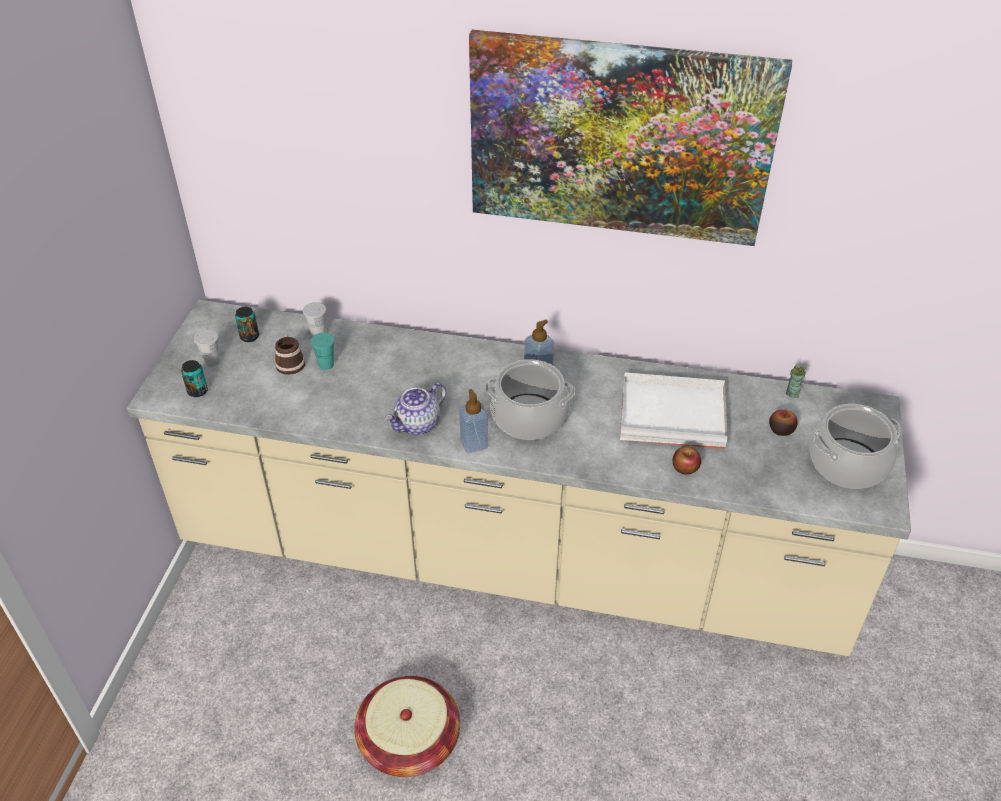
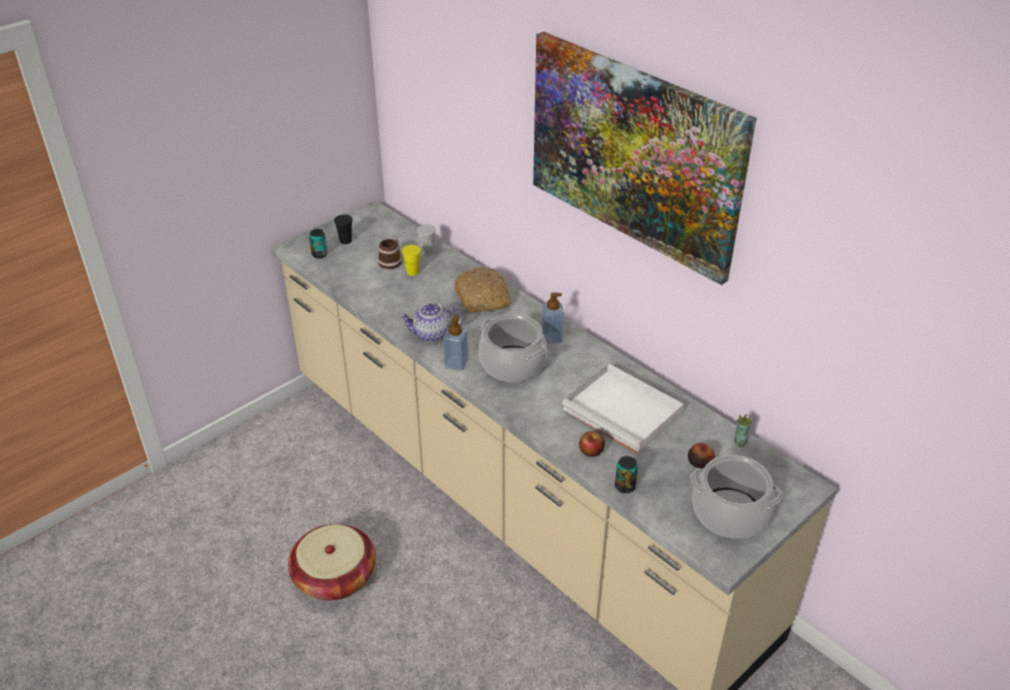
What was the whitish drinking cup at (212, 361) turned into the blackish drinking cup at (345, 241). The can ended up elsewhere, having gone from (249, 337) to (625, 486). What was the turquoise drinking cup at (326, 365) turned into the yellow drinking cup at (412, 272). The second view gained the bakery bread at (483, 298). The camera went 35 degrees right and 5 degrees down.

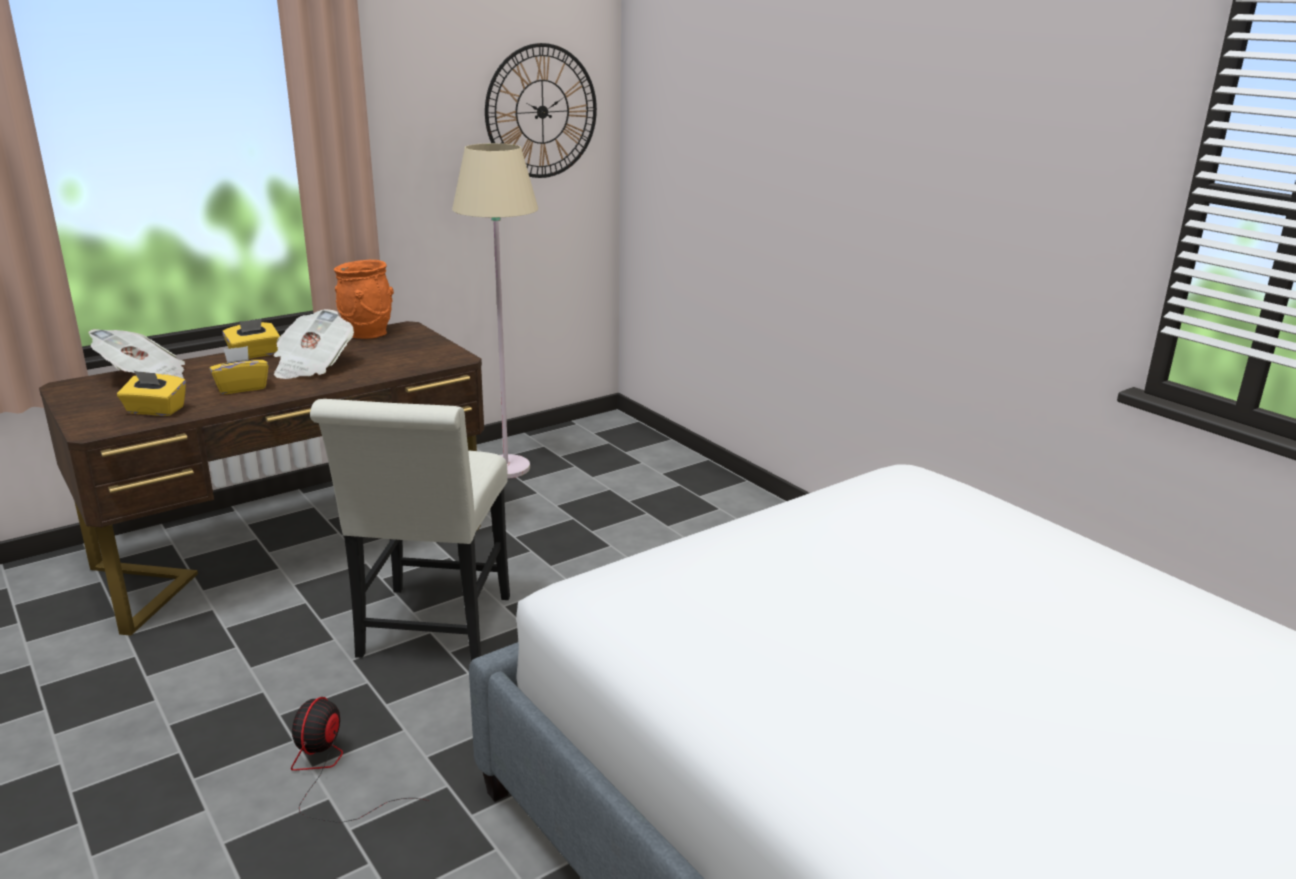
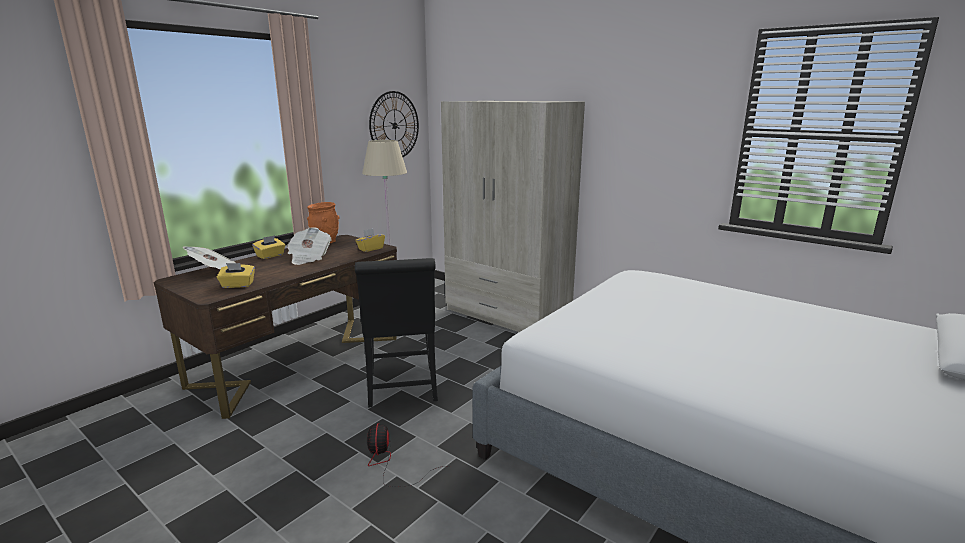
The yellow tissue box ended up elsewhere, having gone from (241, 388) to (370, 249). What was the whitish chair at (431, 633) turned into the blackish chair at (402, 390). The second view gained the beige-coloured armoire at (507, 314). The camera went 15 degrees left and 5 degrees down.

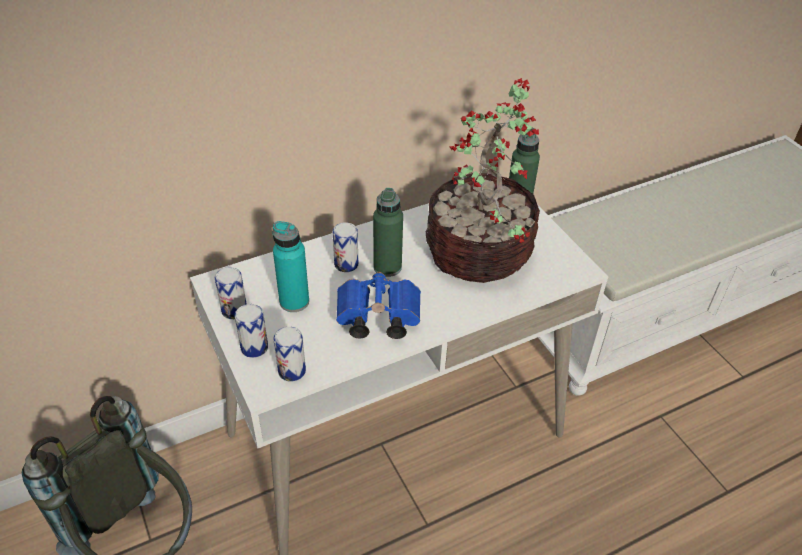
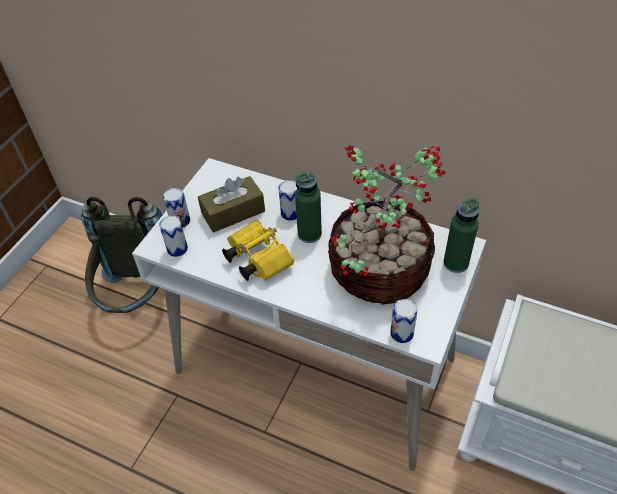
The can ended up elsewhere, having gone from (234, 310) to (401, 333). Where the turquoise drink bottle stood at (294, 301), the brownish tissue box came to stand at (233, 212). What was the blue-coloured binoculars at (375, 319) turned into the yellow binoculars at (256, 258). The camera went 55 degrees right and 5 degrees up.

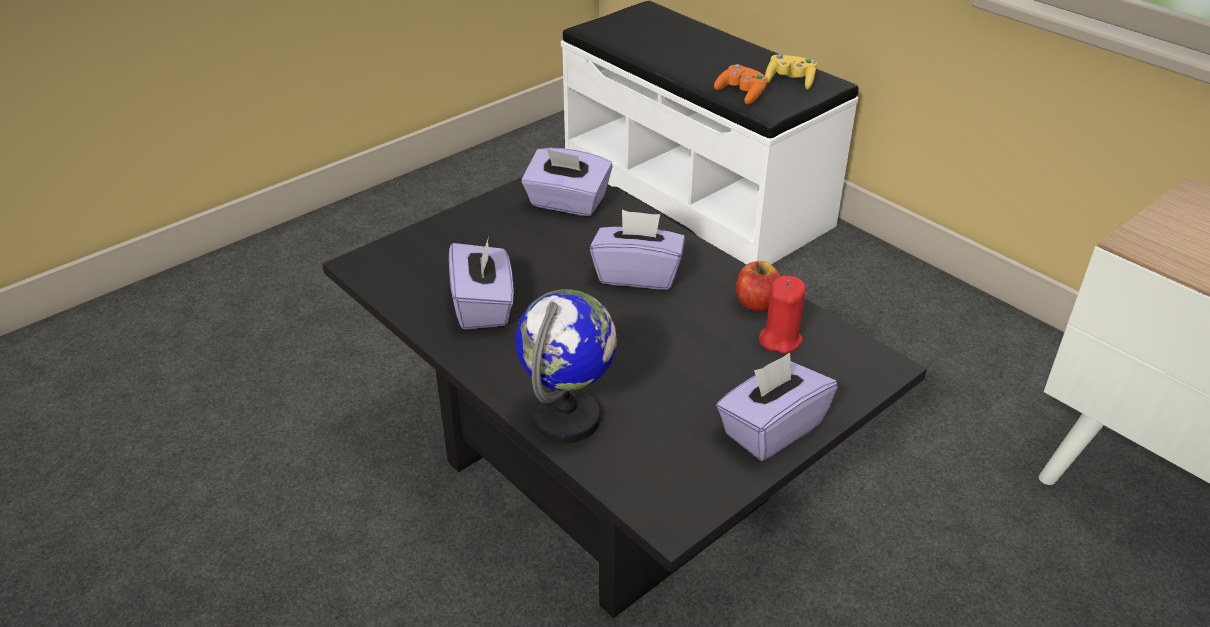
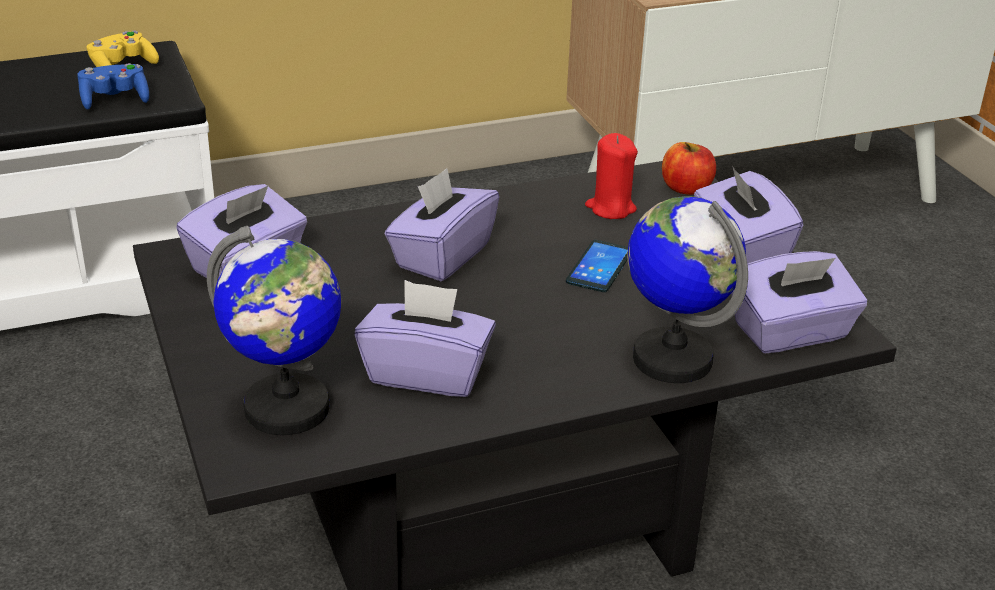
What was the orange gamepad at (741, 94) turned into the blue-coloured gamepad at (115, 100). The apple fruit ended up elsewhere, having gone from (757, 303) to (686, 188). The second view gained the world globe at (287, 409). The second view gained the telephone at (599, 267). The second view gained the purple-coloured tissue box at (791, 333). The camera went 70 degrees left and 5 degrees down.

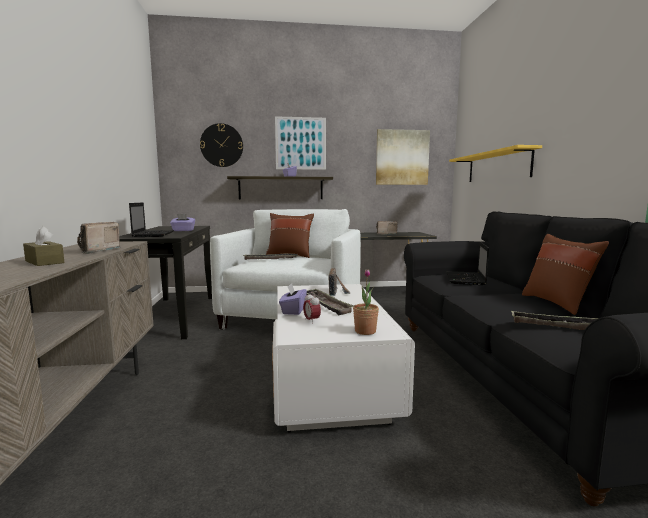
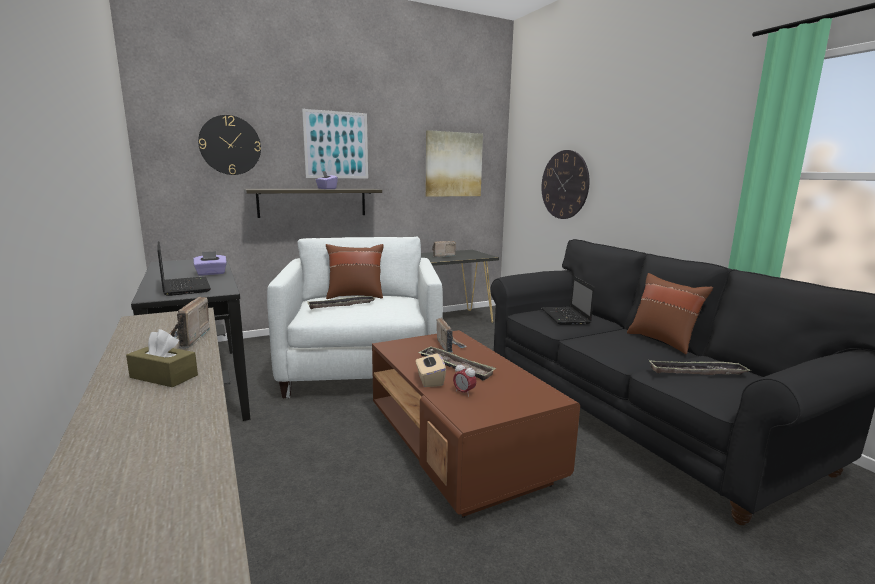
What was the whitish coffee table at (329, 378) turned into the brownish coffee table at (459, 444). What was the purple-coloured tissue box at (293, 310) turned into the beige-coloured tissue box at (429, 380). The second view lost the plant in a pot at (365, 331). Where the yellow bracket shelf hung at (497, 166), the wall clock came to hang at (564, 185). The camera went 20 degrees left and 5 degrees up.

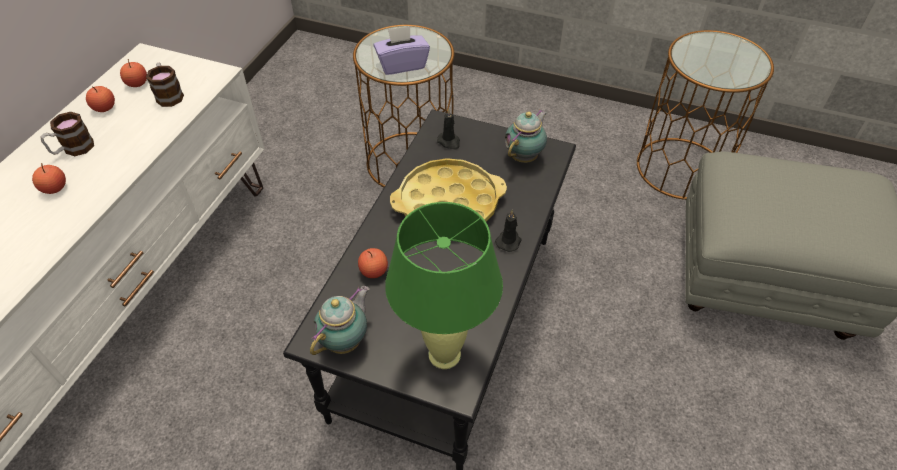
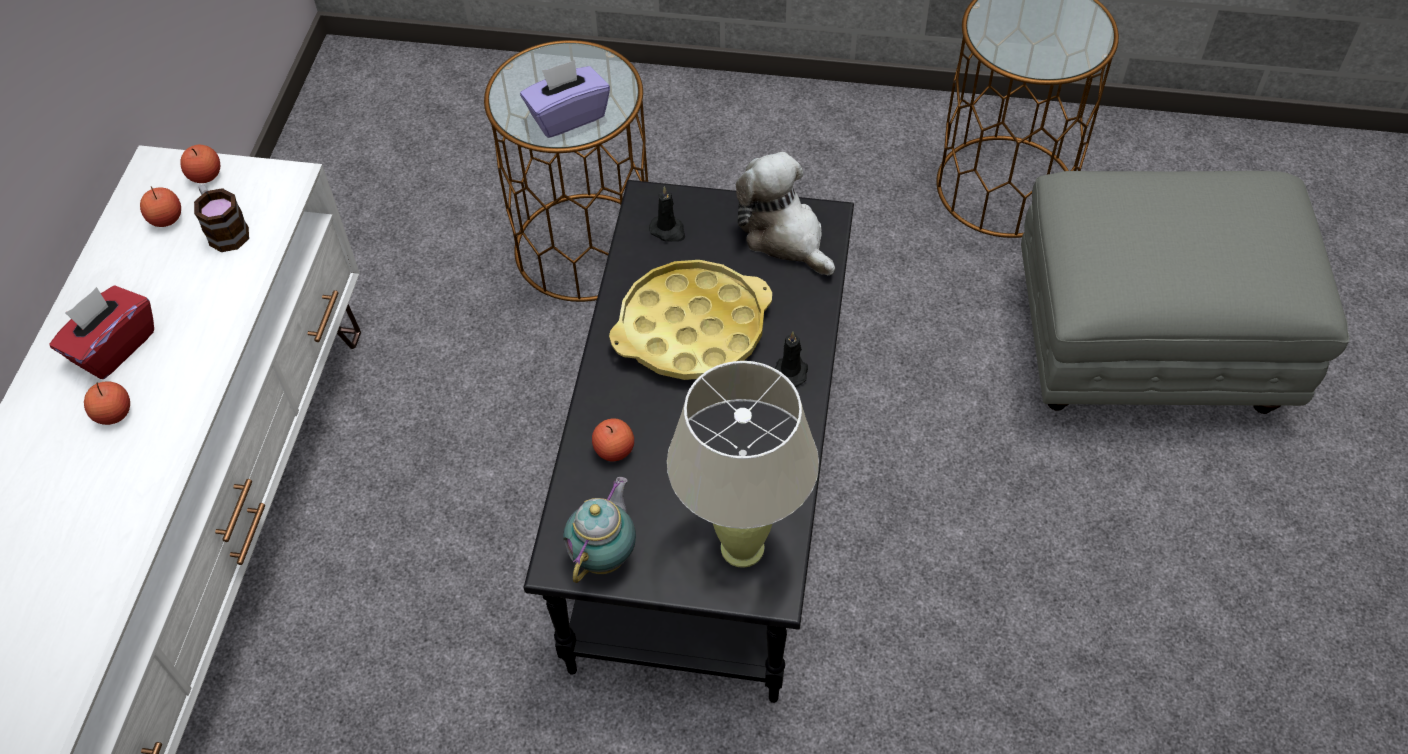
Where the mug stood at (73, 149), the red tissue box came to stand at (113, 347). The apple fruit ended up elsewhere, having gone from (104, 108) to (205, 175). What was the greenish tabletop lamp at (444, 355) turned into the beige-coloured tabletop lamp at (742, 548). Where the teapot stood at (525, 156), the cuddly toy came to stand at (784, 235). The camera went 10 degrees left and 5 degrees up.

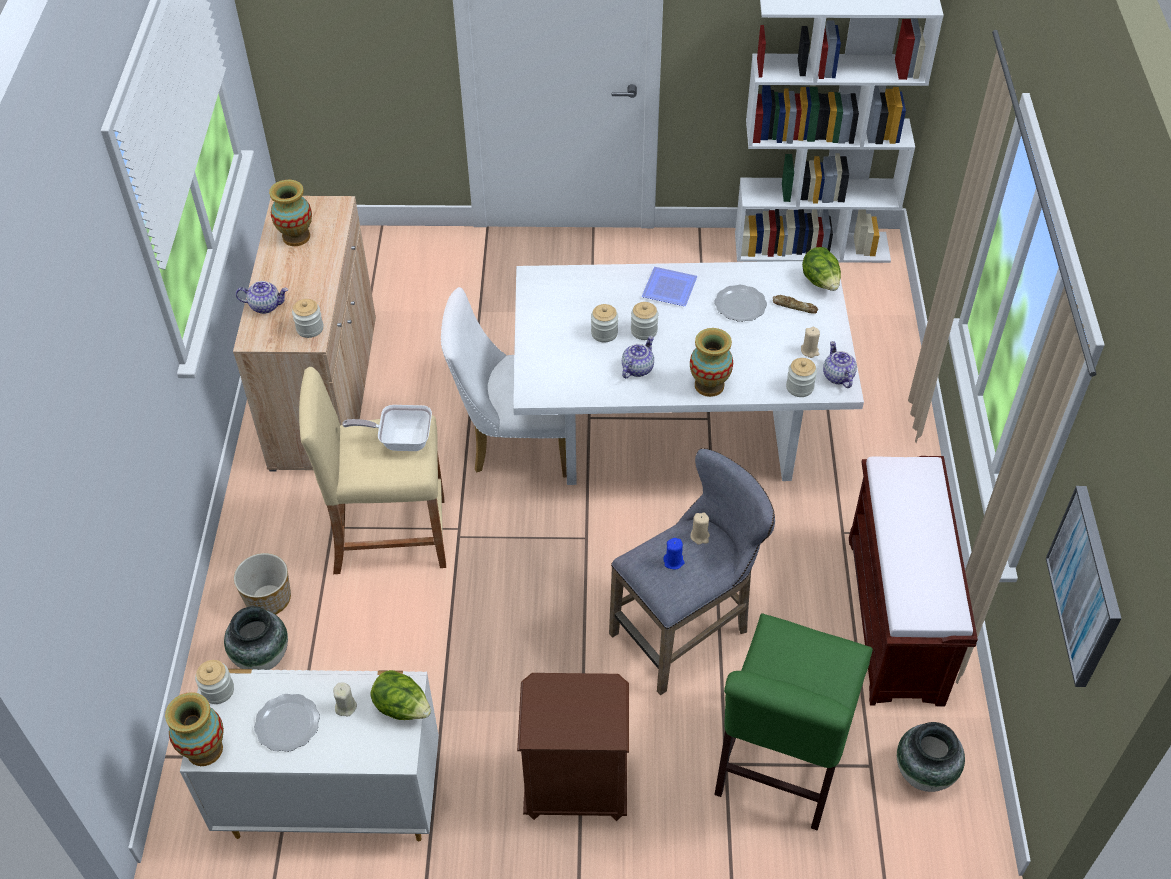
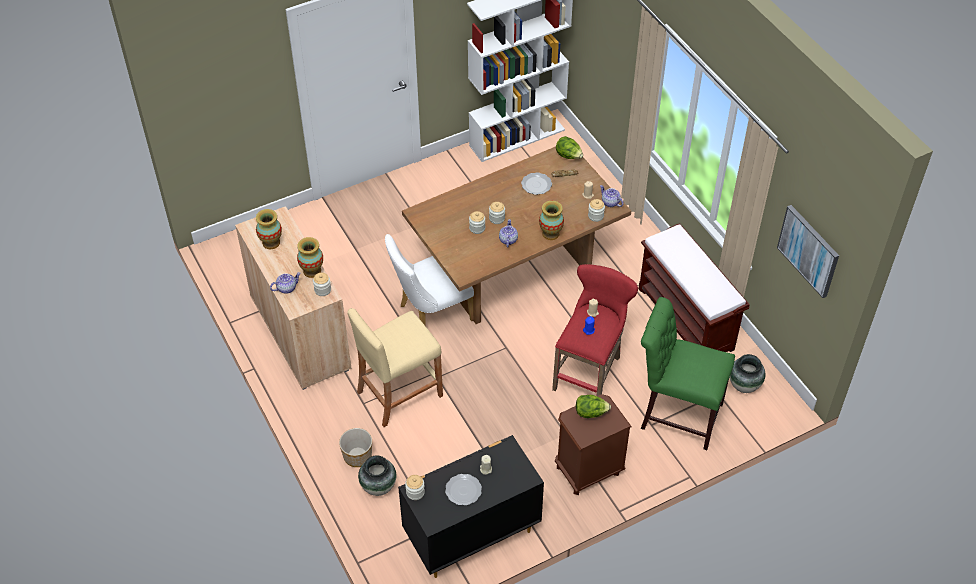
The flower vase ended up elsewhere, having gone from (205, 749) to (312, 271). What was the whitish drawer chest at (331, 801) turned into the blackish drawer chest at (471, 536). The second view lost the frying pan at (400, 440). The lettuce ended up elsewhere, having gone from (402, 708) to (591, 413). What was the whitish dining table at (674, 436) turned into the brownish dining table at (514, 273). What was the grey sitting stool at (687, 631) turned into the red sitting stool at (590, 371). The second view lost the dinner plate at (670, 290). The greenish chair at (778, 766) ended up facing another way, 120 degrees clockwise from before. The camera went 30 degrees left and 0 degrees up.

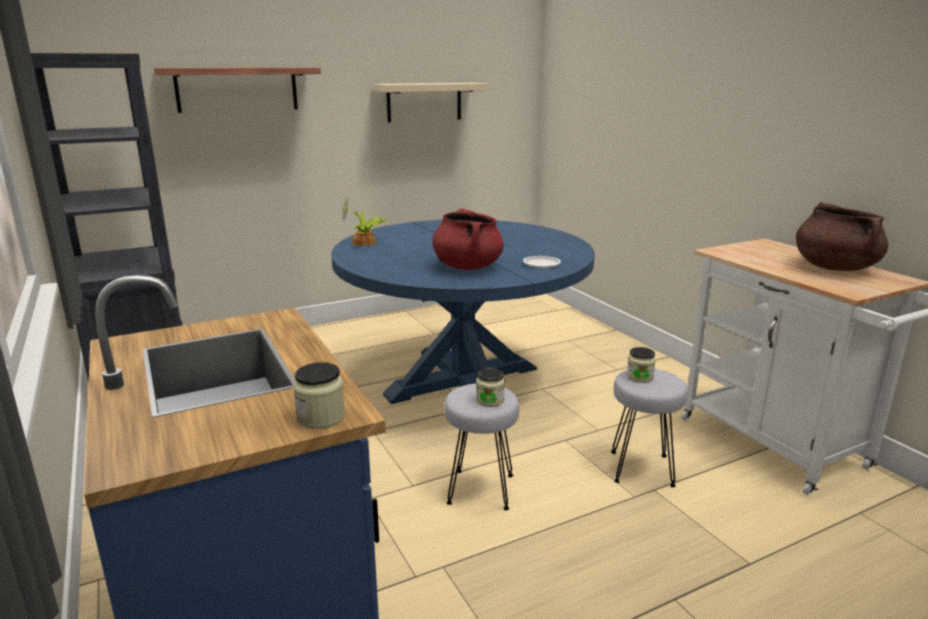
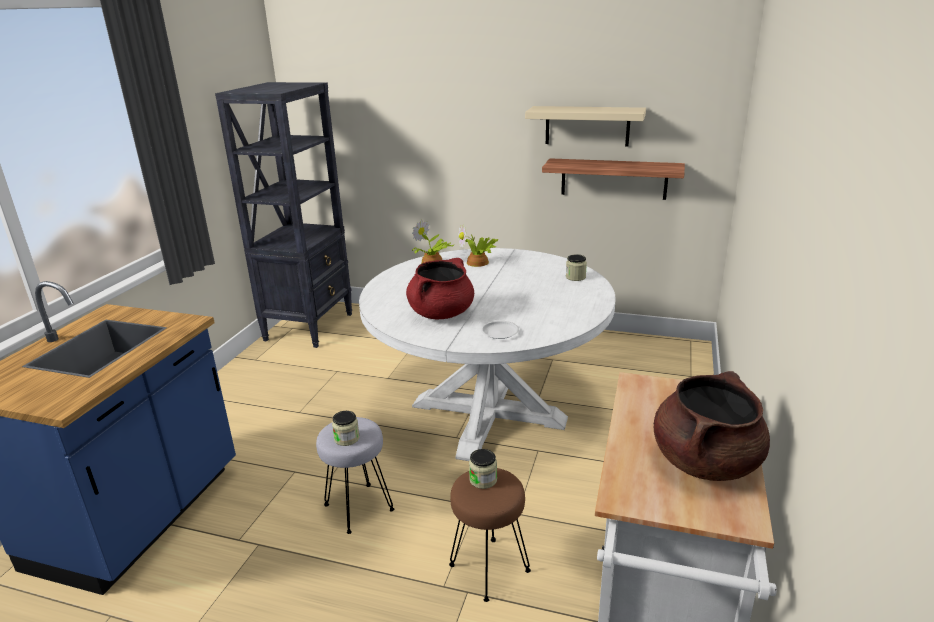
The bracket shelf ended up elsewhere, having gone from (237, 89) to (613, 178). The preserve jar ended up elsewhere, having gone from (321, 417) to (575, 277). What was the blue-coloured dining table at (463, 381) turned into the whitish dining table at (488, 412). What was the grey sitting stool at (641, 469) turned into the brownish sitting stool at (488, 569). The second view gained the plant in a pot at (479, 262). The camera went 45 degrees right and 5 degrees up.

